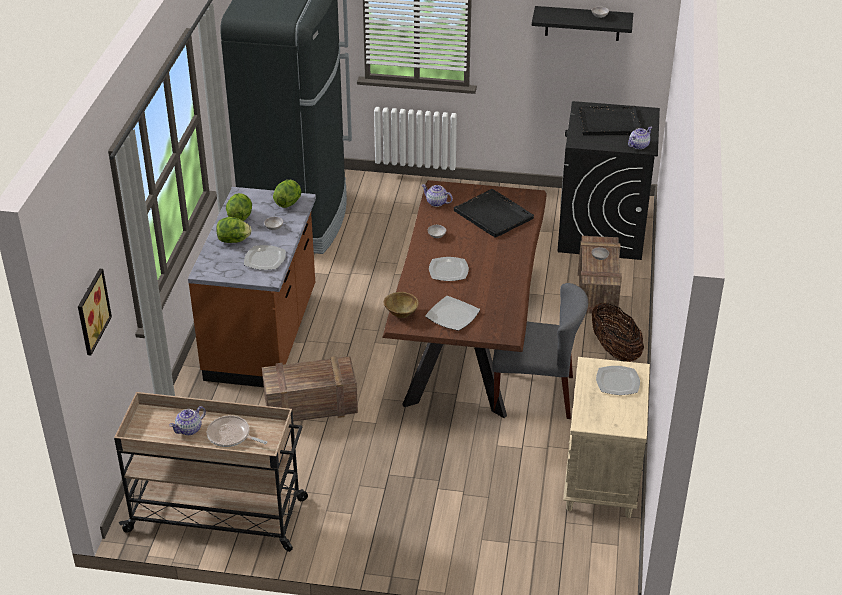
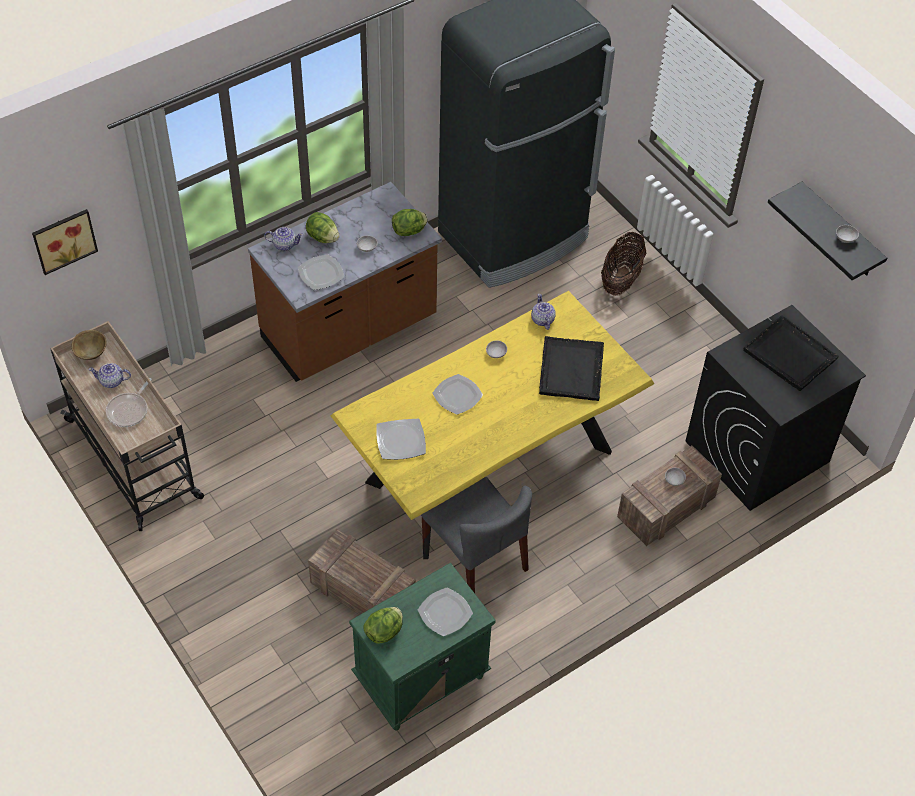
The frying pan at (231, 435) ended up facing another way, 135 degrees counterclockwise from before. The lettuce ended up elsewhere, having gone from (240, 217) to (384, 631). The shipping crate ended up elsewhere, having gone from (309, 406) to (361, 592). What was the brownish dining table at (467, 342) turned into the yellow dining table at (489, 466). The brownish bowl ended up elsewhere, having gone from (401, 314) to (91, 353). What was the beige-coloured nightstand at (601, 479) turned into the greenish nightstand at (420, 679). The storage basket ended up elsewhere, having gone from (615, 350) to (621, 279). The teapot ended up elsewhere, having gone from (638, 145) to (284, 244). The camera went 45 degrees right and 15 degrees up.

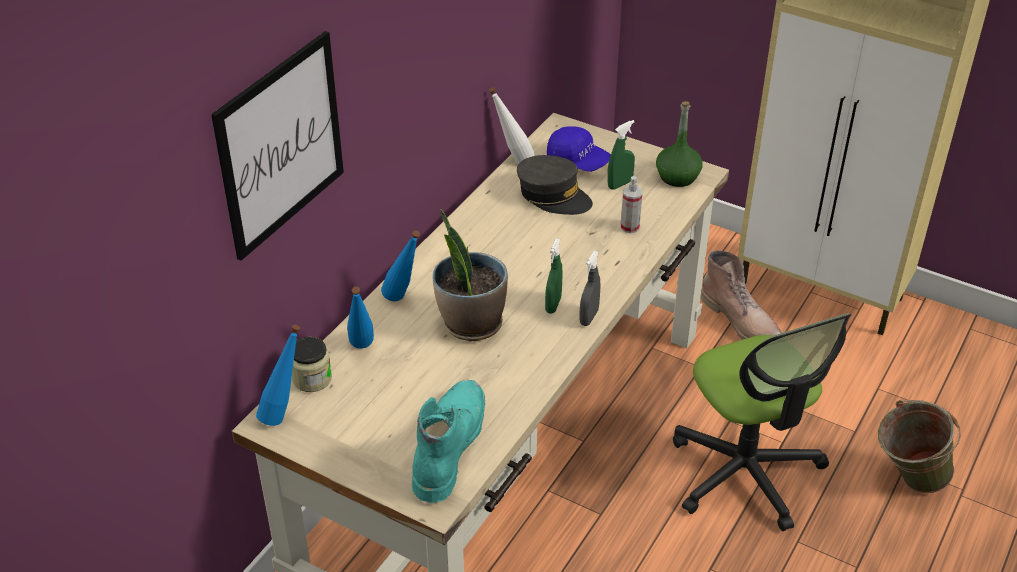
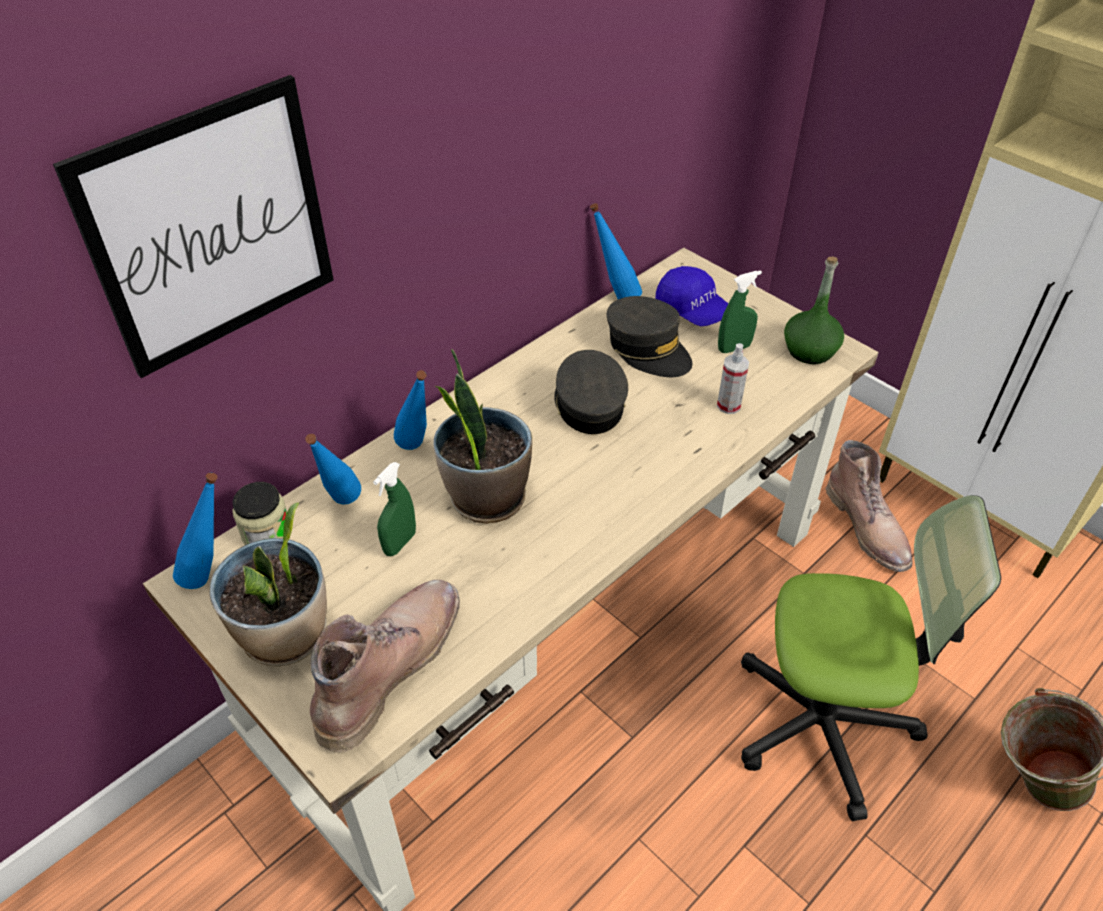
What was the turquoise high-top boot at (447, 445) turned into the brownish high-top boot at (389, 665). What was the whitish drink bottle at (512, 161) turned into the blue-coloured drink bottle at (614, 297). The greenish sprayer ended up elsewhere, having gone from (553, 305) to (400, 543). The second view lost the grey sprayer at (589, 317). The desk chair at (745, 472) ended up facing another way, 75 degrees counterclockwise from before. The second view gained the plant in a pot at (286, 635). The second view gained the grey cap at (588, 403). The camera went 15 degrees right and 5 degrees up.

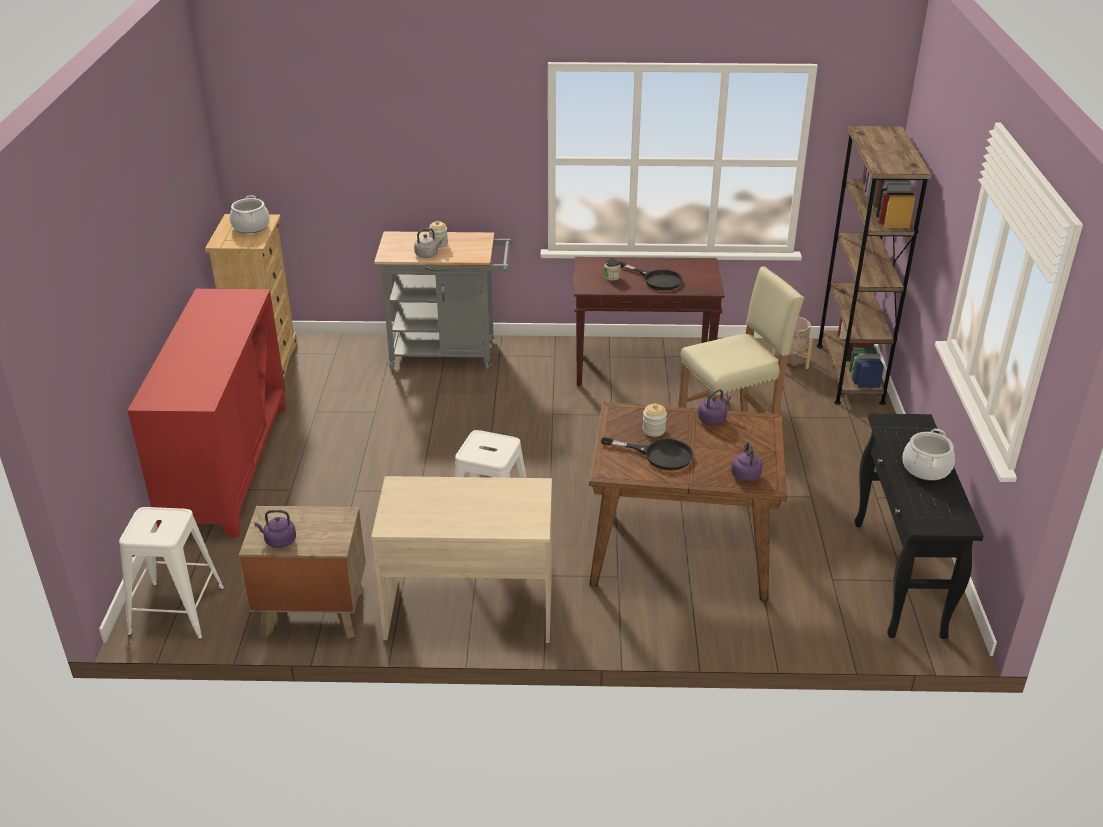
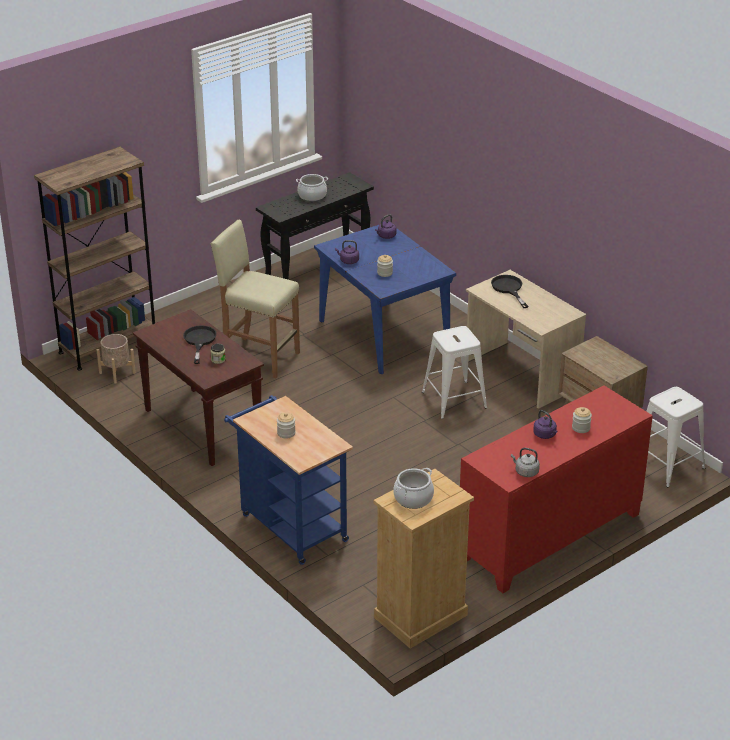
The purple-coloured water kettle ended up elsewhere, having gone from (278, 541) to (545, 435). What was the grey trolley at (450, 354) turned into the blue-coloured trolley at (289, 524). The grey water kettle ended up elsewhere, having gone from (428, 254) to (525, 472). What was the brownish dining table at (681, 551) turned into the blue-coloured dining table at (383, 334). The blackish frying pan ended up elsewhere, having gone from (659, 455) to (509, 289). The second view gained the preserve jar at (581, 428). The camera went 130 degrees left and 0 degrees up.

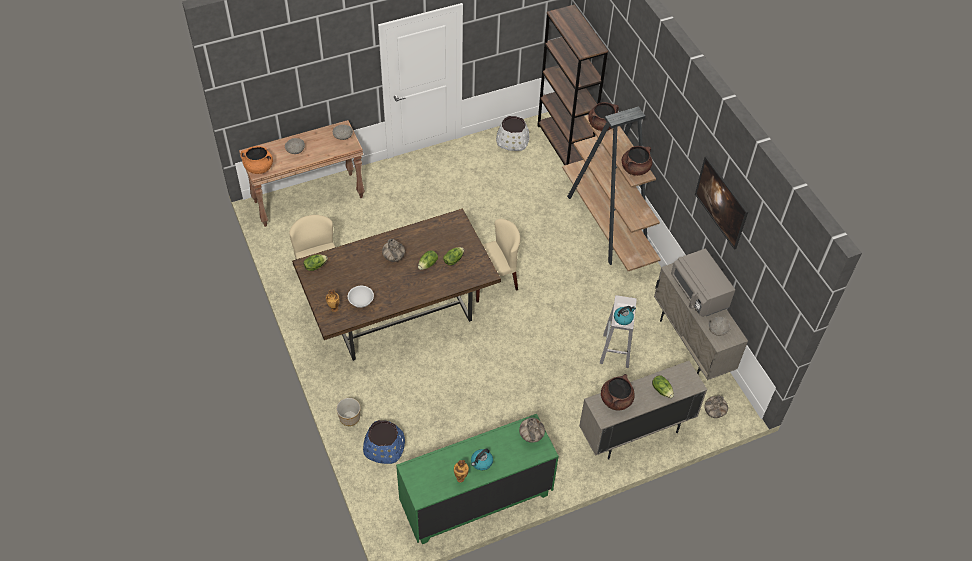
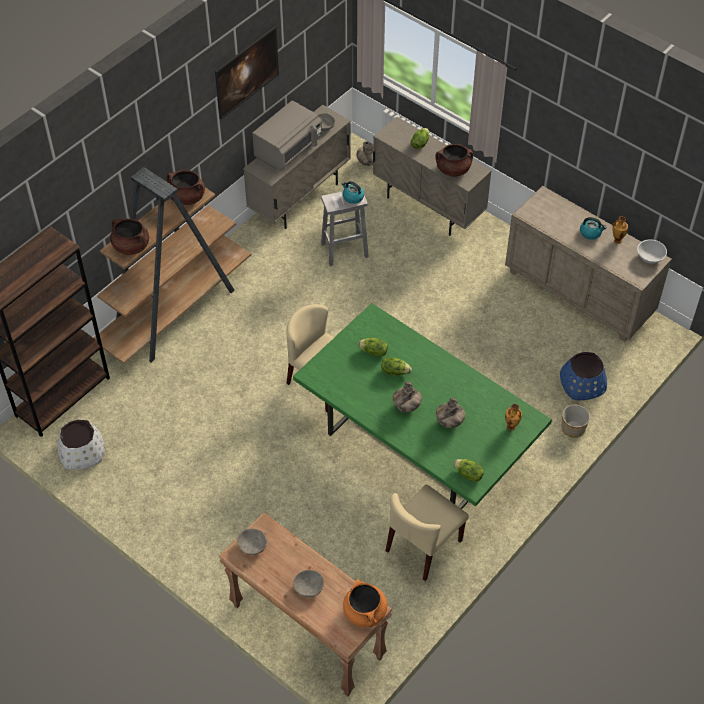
What was the brownish dining table at (398, 312) turned into the greenish dining table at (418, 448). The whitish bowl ended up elsewhere, having gone from (361, 301) to (650, 257). What was the greenish drawer chest at (476, 499) turned into the beige-coloured drawer chest at (579, 292). The flower vase ended up elsewhere, having gone from (531, 436) to (449, 422). The camera went 115 degrees left and 0 degrees up.

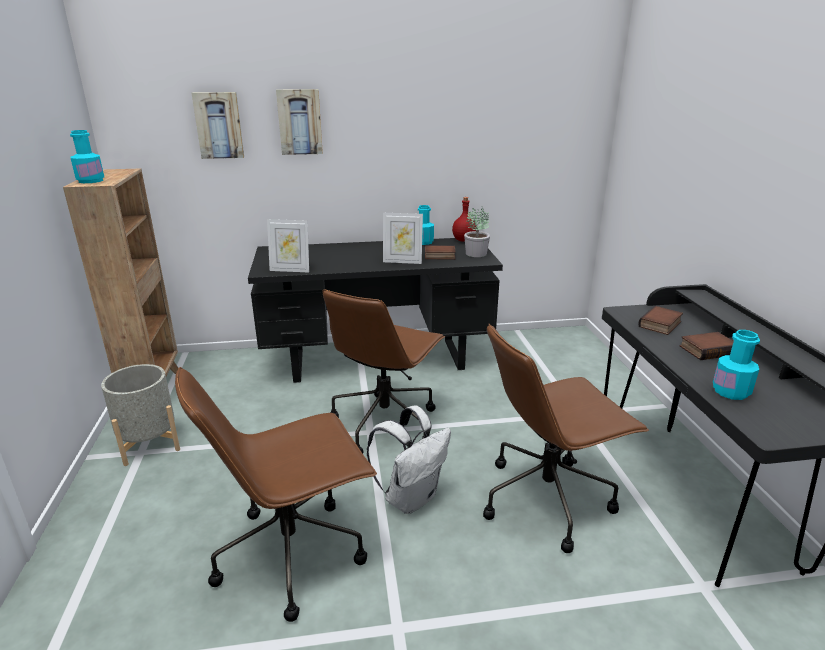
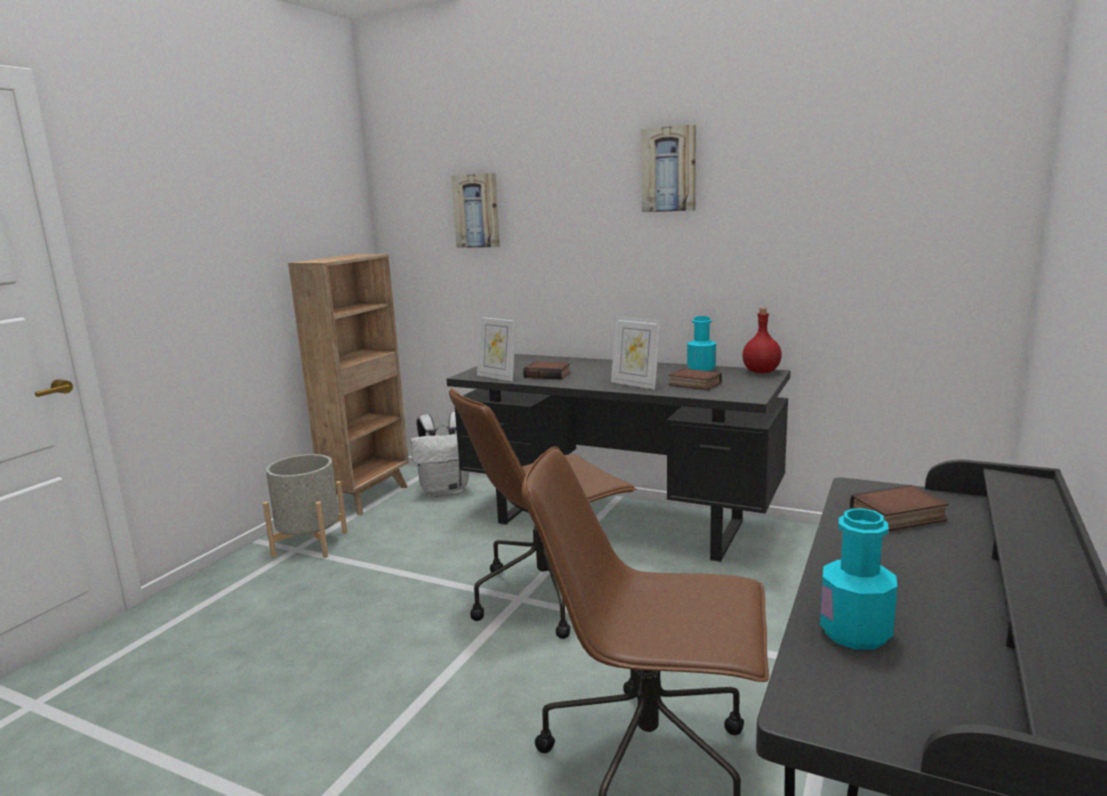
The second view lost the turquoise drink bottle at (91, 181). The second view lost the brownish desk chair at (293, 553). The wall picture ended up elsewhere, having gone from (300, 122) to (669, 169). The whitish knapsack ended up elsewhere, having gone from (411, 497) to (446, 491). The second view lost the plant in a pot at (475, 253). The volume ended up elsewhere, having gone from (707, 350) to (548, 375). The camera went 35 degrees right and 10 degrees down.

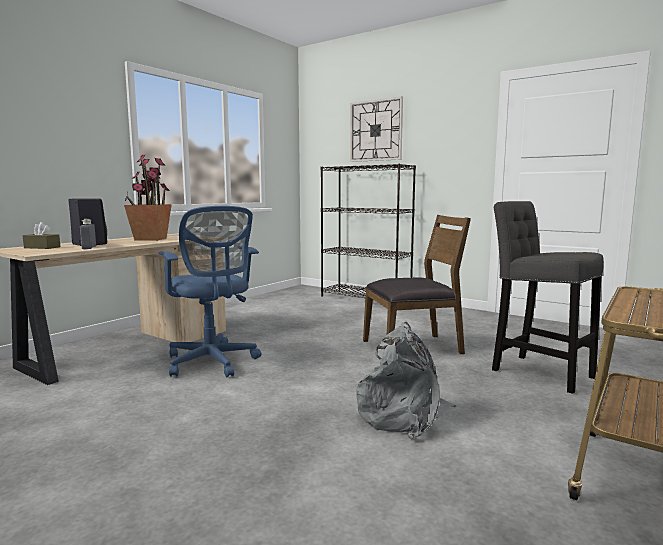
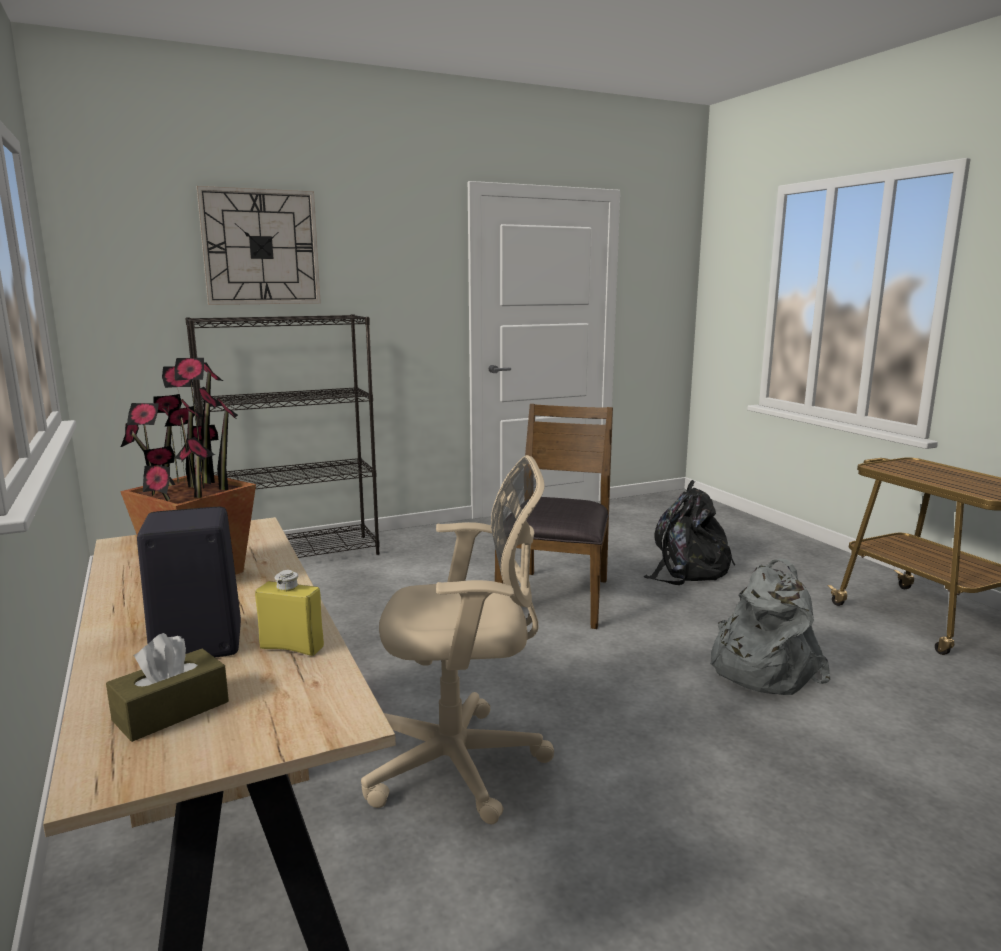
What was the grey drink bottle at (89, 247) turned into the yellow drink bottle at (292, 647). What was the blue-coloured desk chair at (212, 363) turned into the beige-coloured desk chair at (461, 763). Where the grey sitting stool stood at (537, 372), the blackish knapsack came to stand at (687, 570). The camera went 60 degrees left and 5 degrees up.

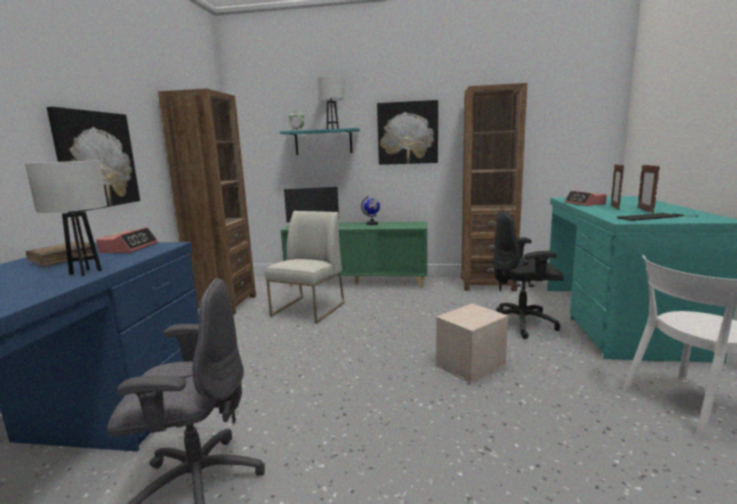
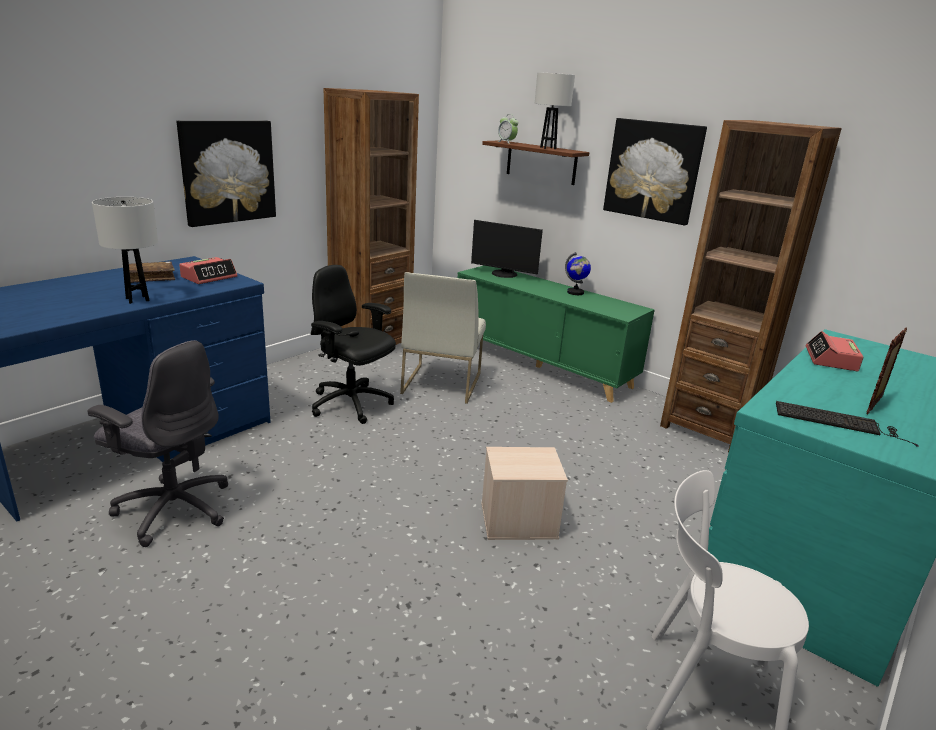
The whitish chair at (308, 310) ended up facing another way, 135 degrees clockwise from before. What was the turquoise bracket shelf at (323, 142) turned into the brownish bracket shelf at (541, 162). The blackish desk chair ended up elsewhere, having gone from (522, 323) to (351, 405). The second view lost the photo frame at (615, 207). The camera went 30 degrees right and 10 degrees up.

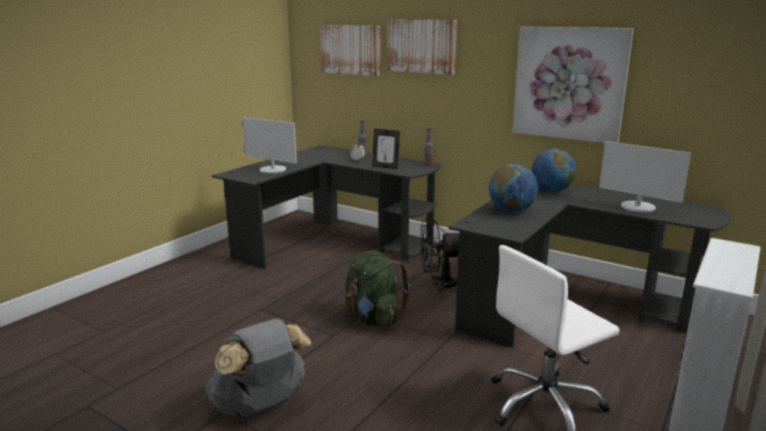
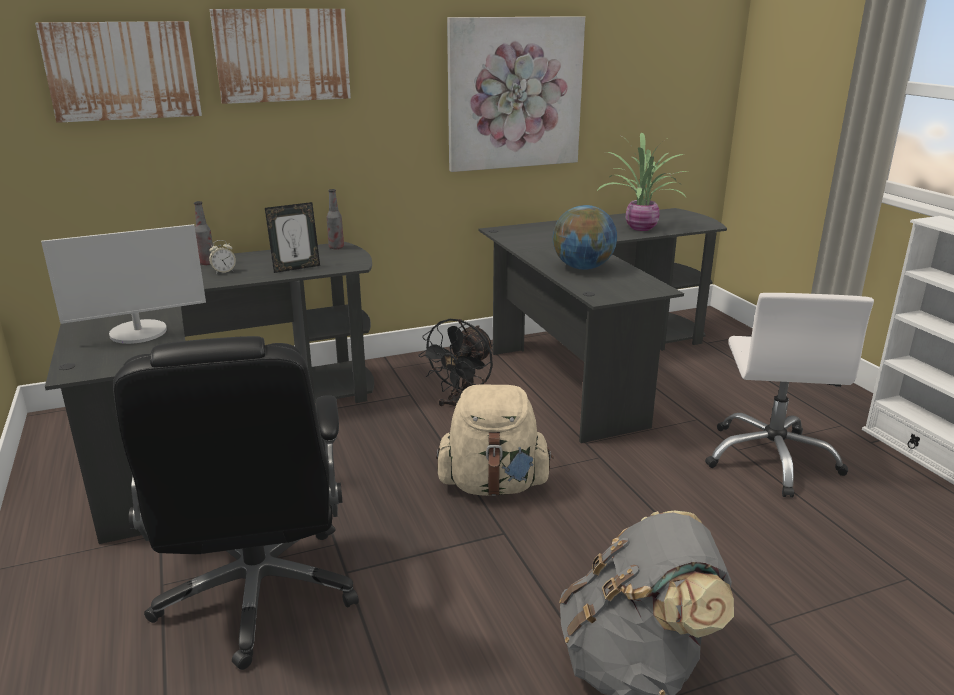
What was the greenish knapsack at (373, 318) turned into the beige-coloured knapsack at (493, 485). The second view lost the world globe at (551, 191). Where the computer display stood at (638, 207), the plant in a pot came to stand at (640, 227). The second view gained the blackish desk chair at (258, 595). The camera went 55 degrees left and 5 degrees up.

